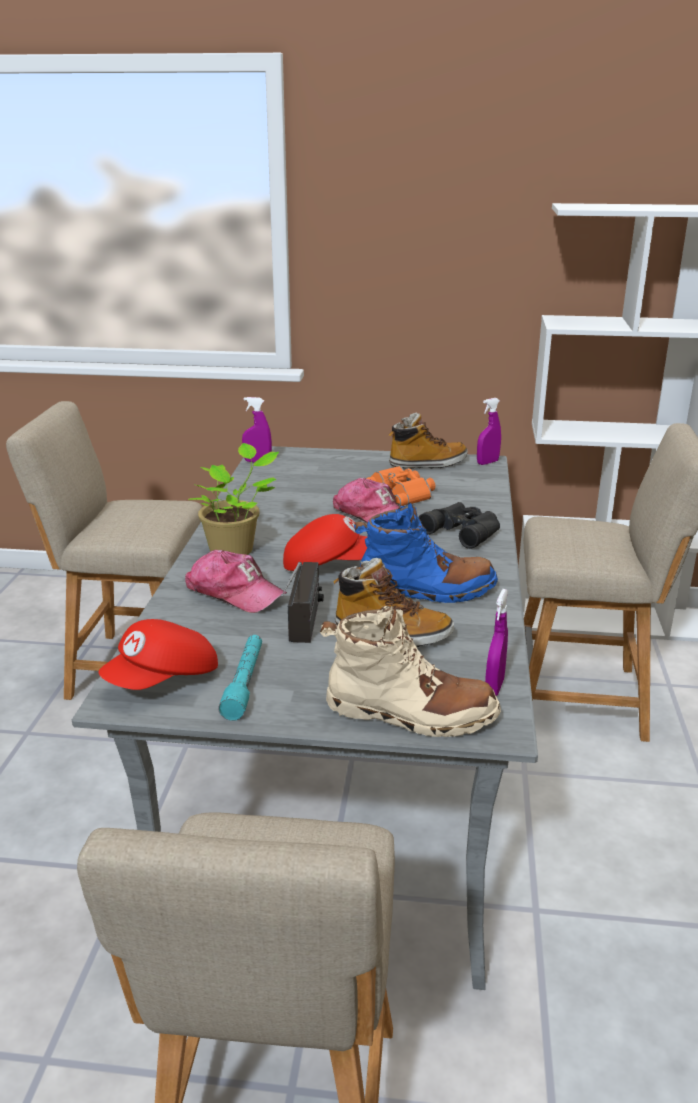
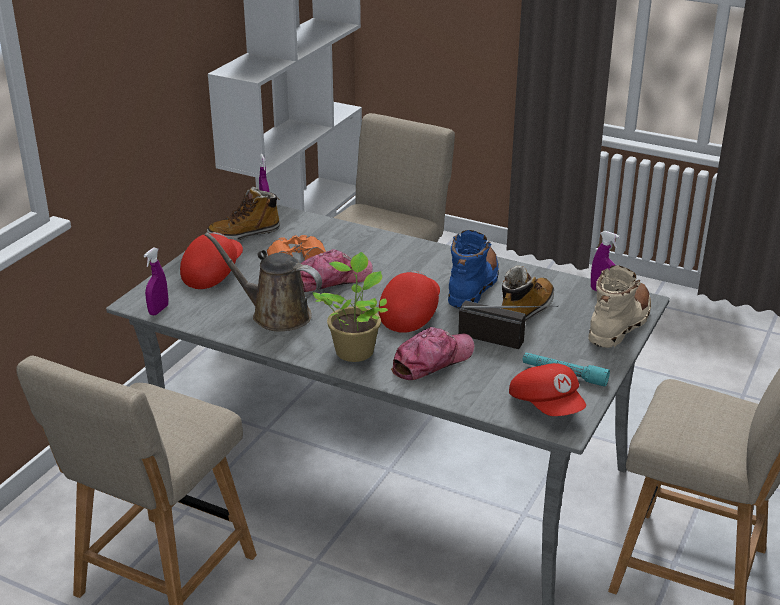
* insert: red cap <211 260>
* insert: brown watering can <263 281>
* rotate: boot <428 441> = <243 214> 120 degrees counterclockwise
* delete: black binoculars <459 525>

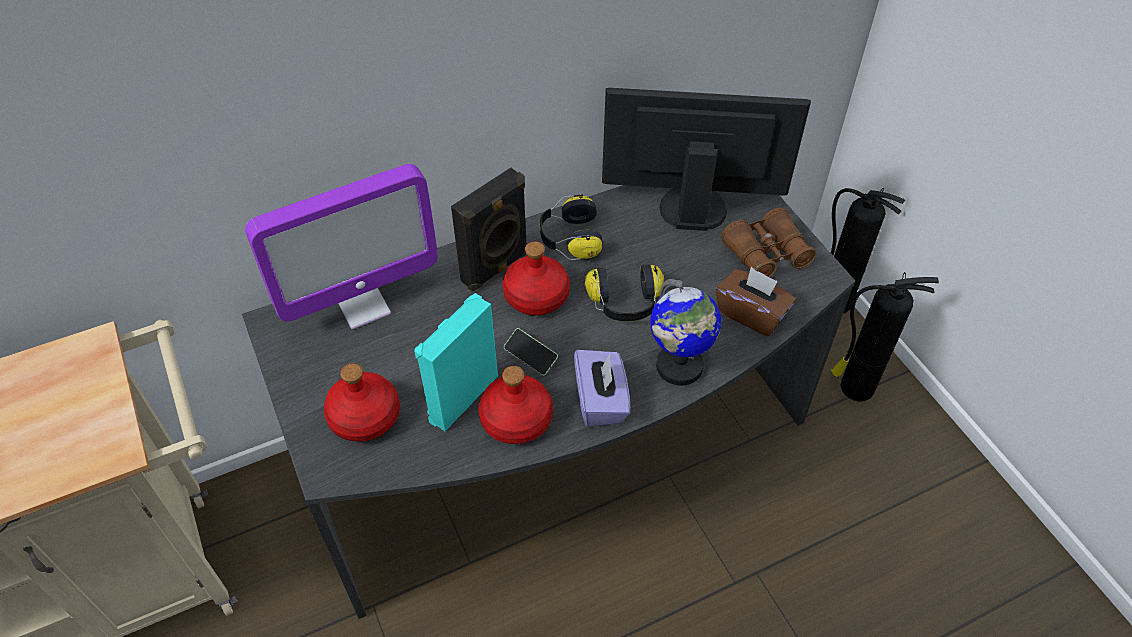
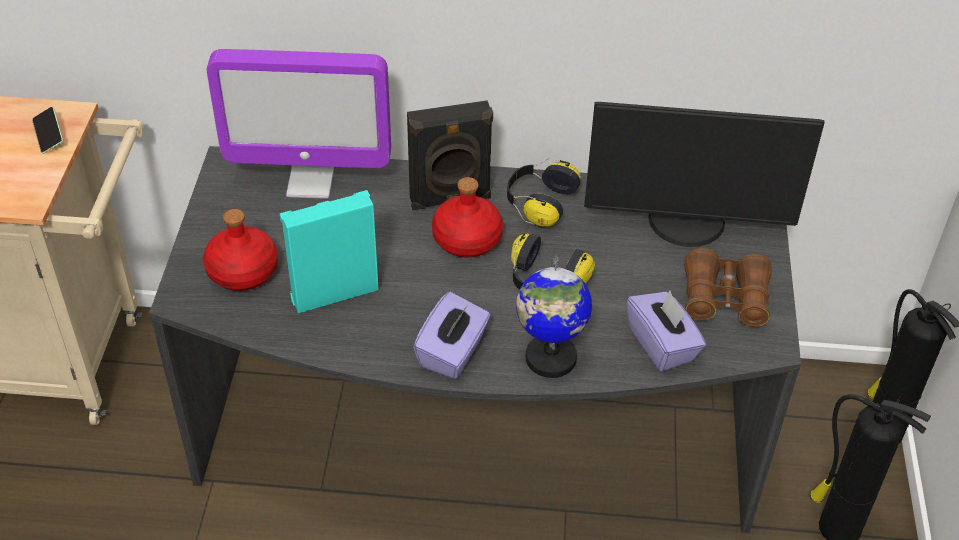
* move: phone <531 352> to <47 130>
* rotate: monitor <706 159> = <704 174> 150 degrees clockwise
* recolor: brown tissue box <756 301> to purple tissue box <666 331>
* delete: red bottle <515 405>

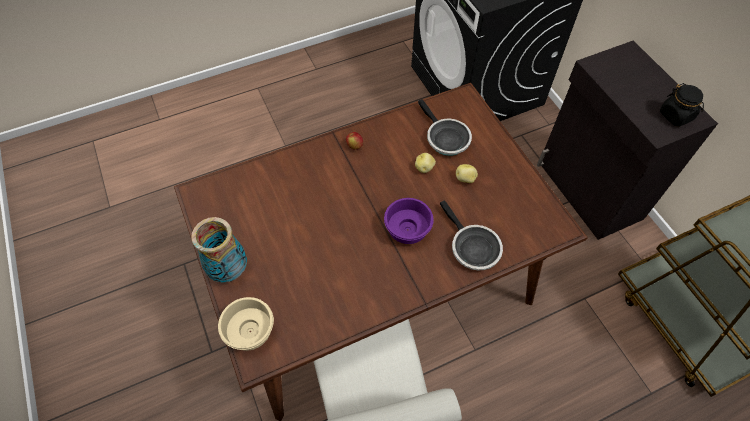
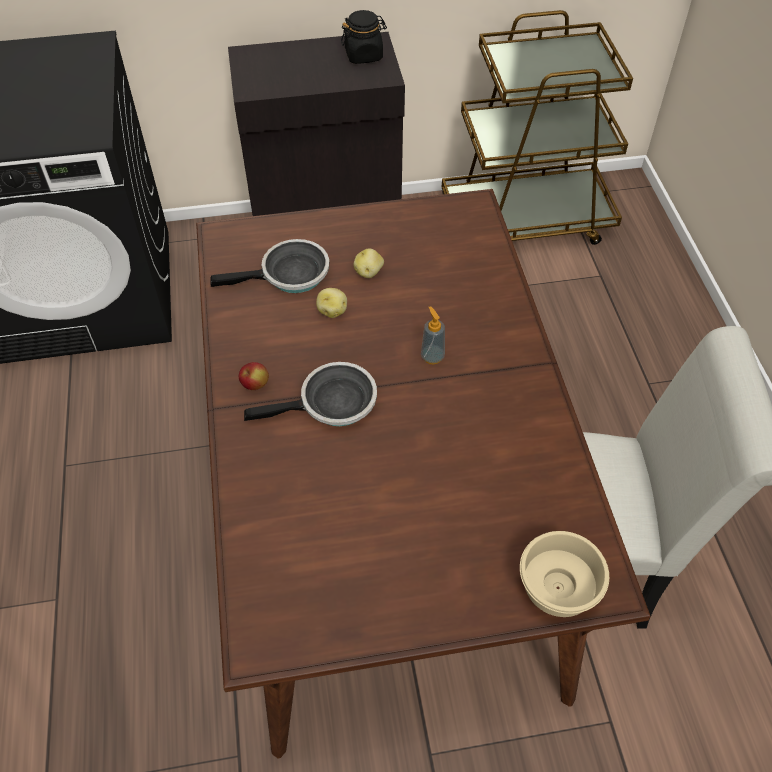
* move: frying pan <471 235> to <310 394>
* replace: purple bowl <409 221> to soap dispenser <433 335>
* delete: vase <219 249>

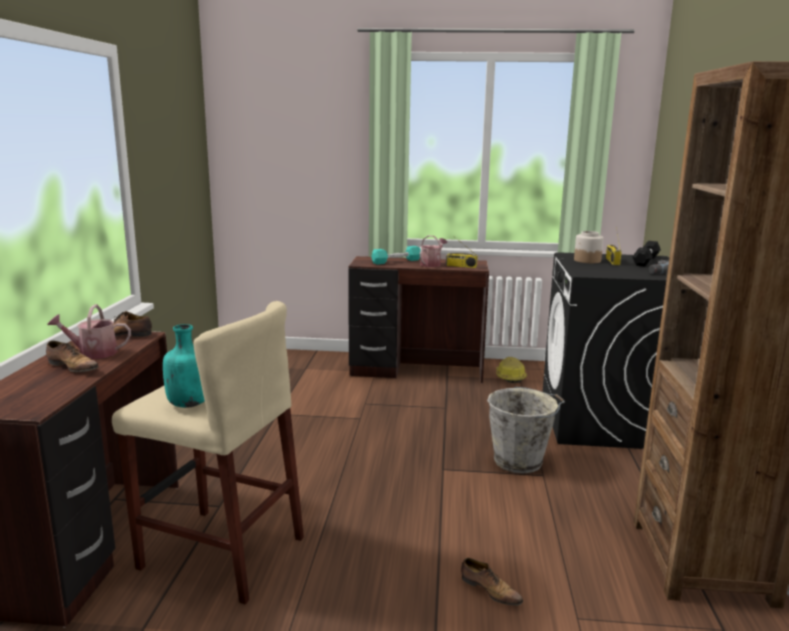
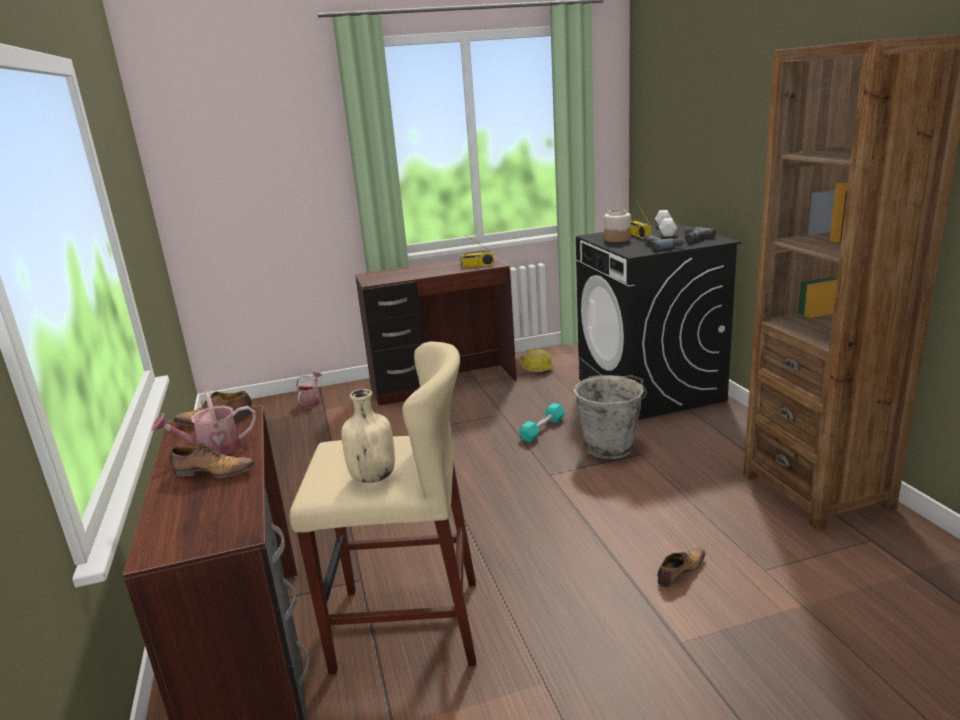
* move: watering can <433 251> to <308 390>
* recolor: turquoise bottle <184 366> to beige bottle <368 436>
* move: turquoise dumbbell <396 255> to <542 422>
* insert: power drill <664 242>
* recolor: black dumbbell <647 254> to white dumbbell <666 223>
* rotate: shoe <492 582> = <681 567> 60 degrees counterclockwise

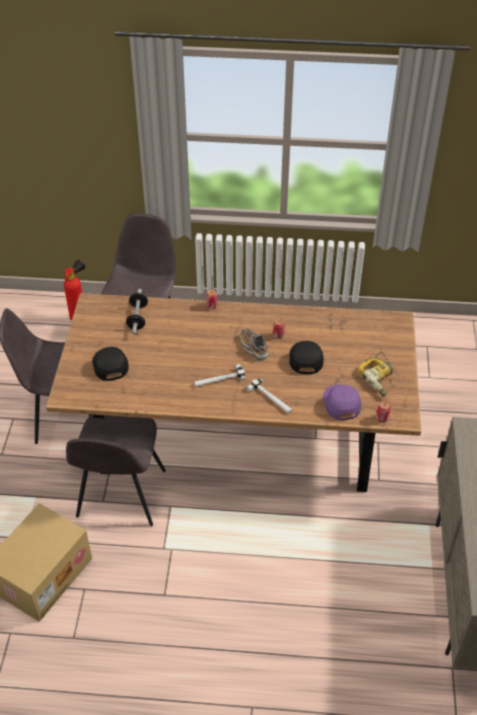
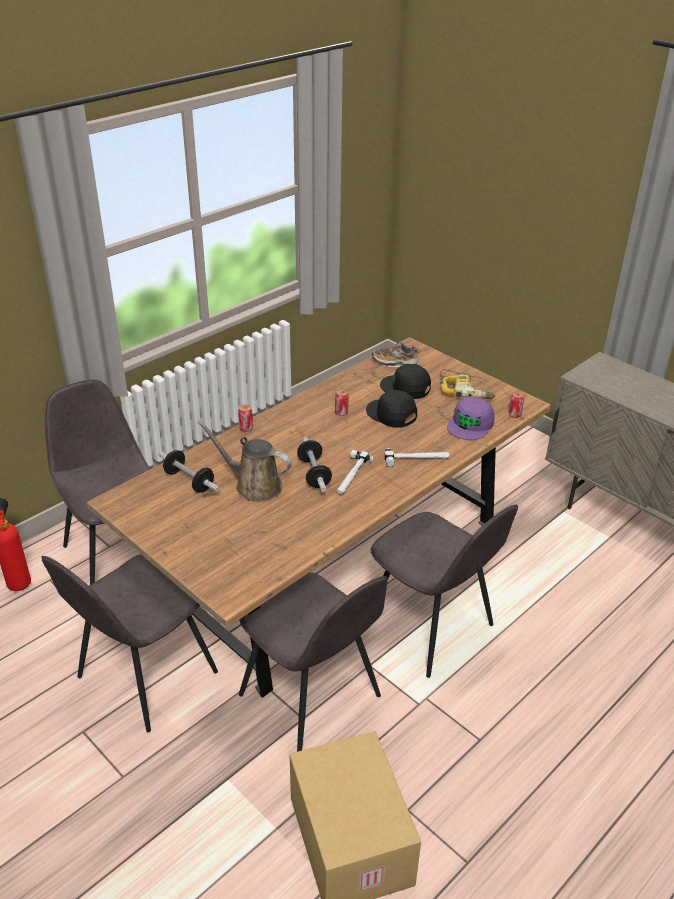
* insert: brown watering can <245 461>
* insert: dumbbell <314 464>
* insert: grey chair <444 591>
* move: shoe <254 344> to <396 354>
* move: black cap <110 364> to <405 381>
* rotate: purple cap <342 402> = <470 418> 90 degrees counterclockwise

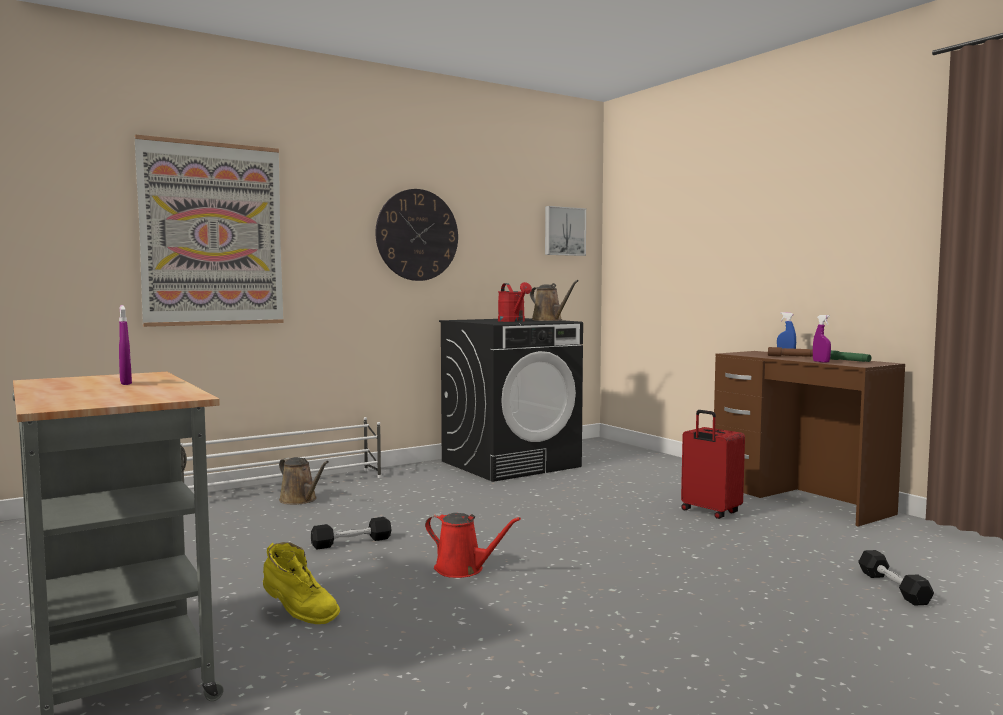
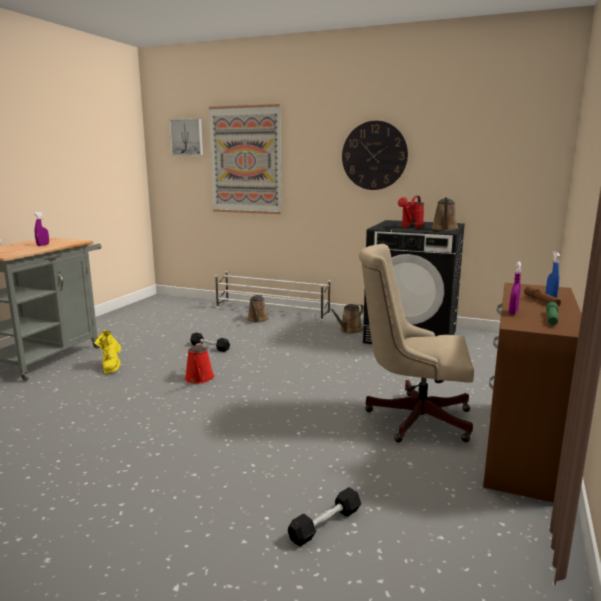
* move: picture <565 231> to <186 137>
* insert: brown watering can <346 318>
* replace: red suitcase <713 464> to beige office chair <416 343>

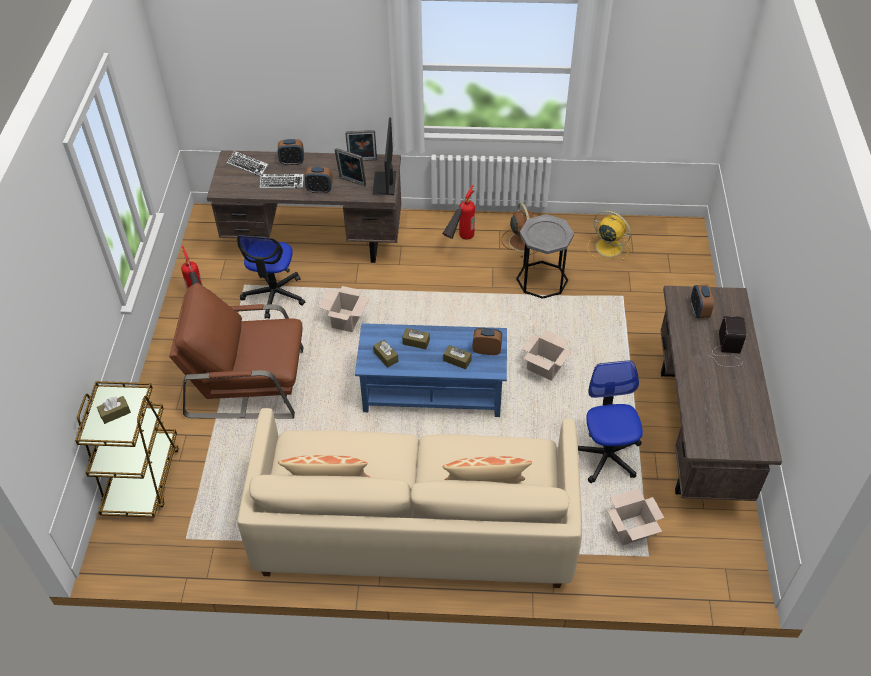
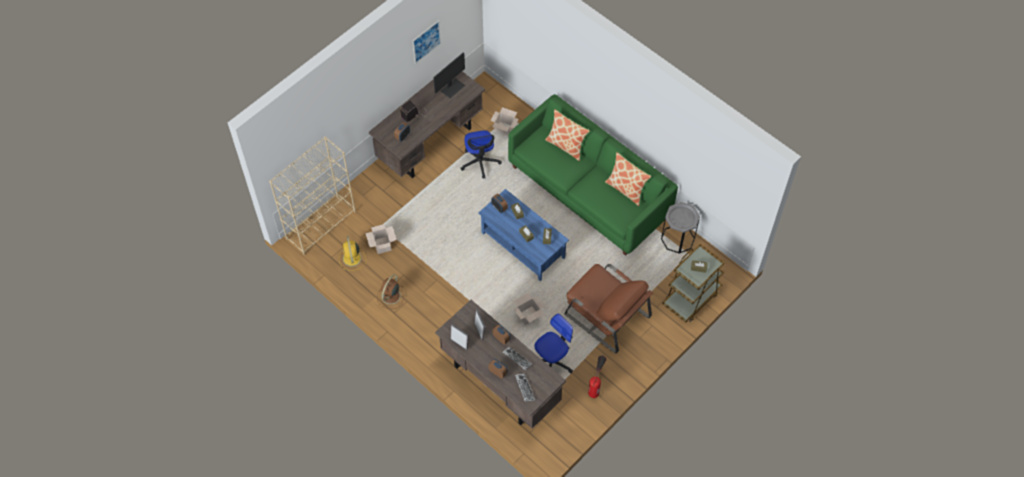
* insert: beige bookcase <312 195>
* move: cardboard box <546 355> to <380 239>
* insert: picture <427 42>
* move: monitor <384 156> to <449 75>
* rotate: office chair <610 421> = <481 154> 45 degrees counterclockwise
* recolor: beige sofa <409 498> to green sofa <593 175>
* move: grey side table <545 256> to <680 228>
* delete: fire extinguisher <458 212>

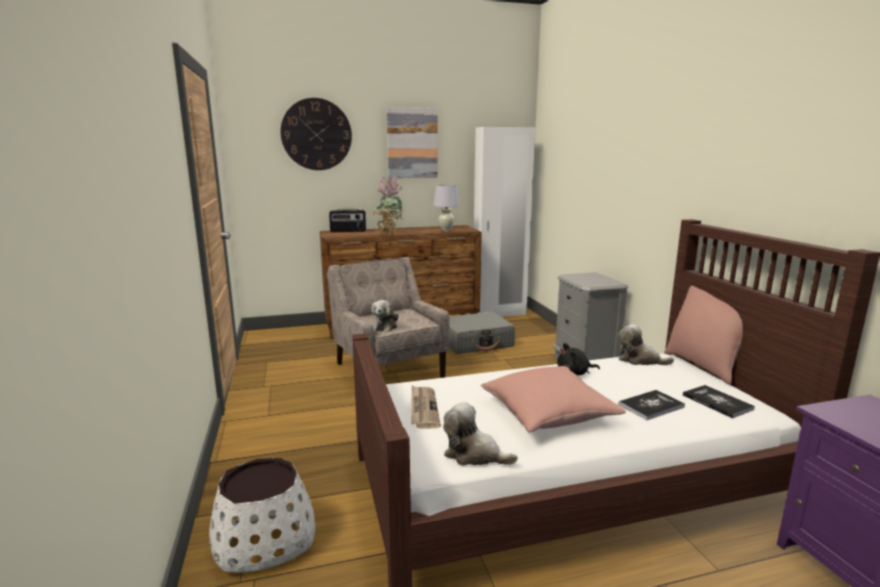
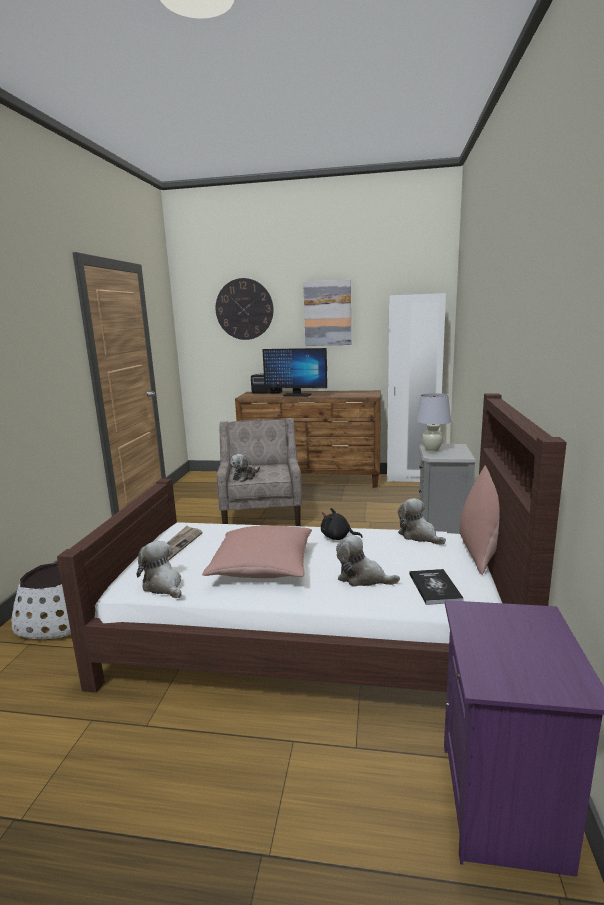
* replace: potted plant <388 205> to monitor <294 372>
* replace: book <651 405> to plush toy <368 561>
* move: white table lamp <446 207> to <433 423>
* delete: grey suitcase <482 333>

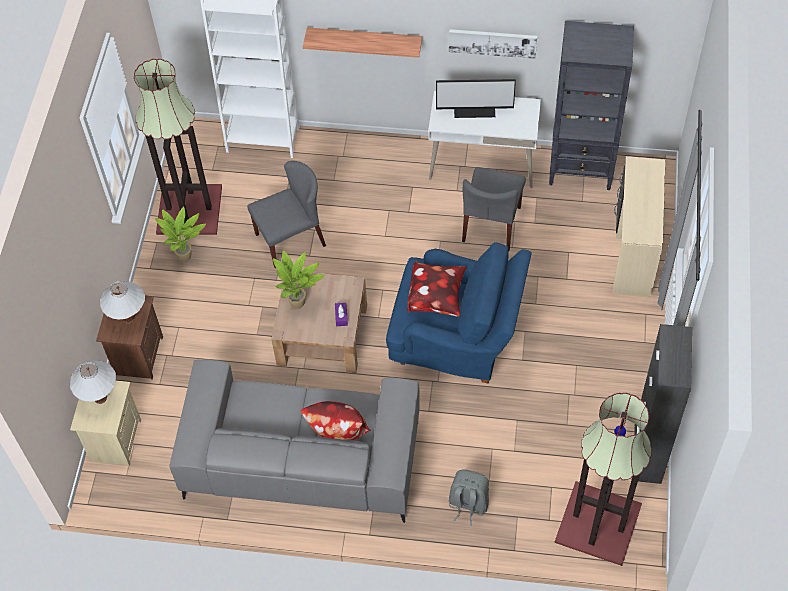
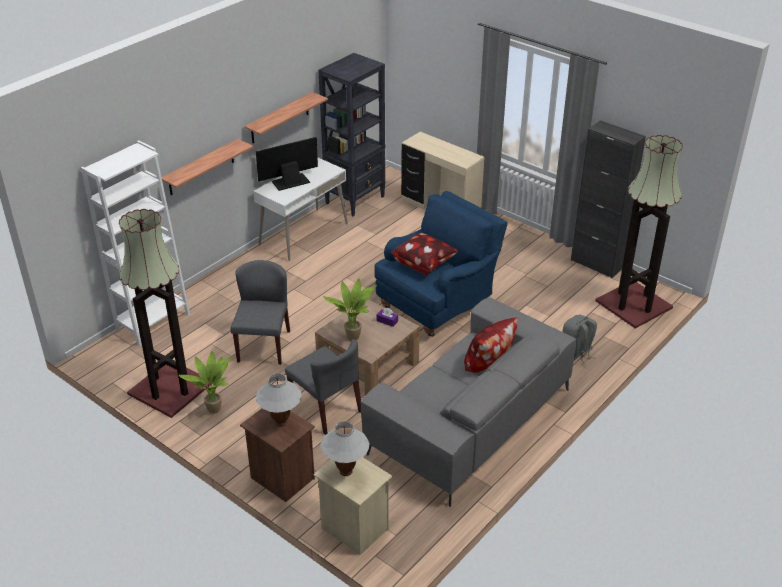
* replace: picture <493 44> to shelf <286 117>
* rotate: monitor <476 98> = <287 164> 150 degrees counterclockwise
* move: grey chair <494 209> to <323 387>

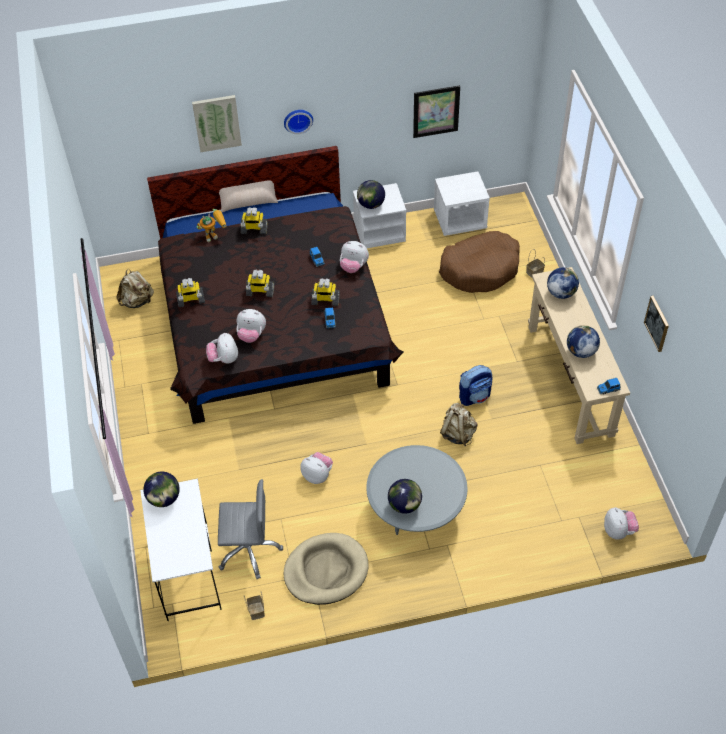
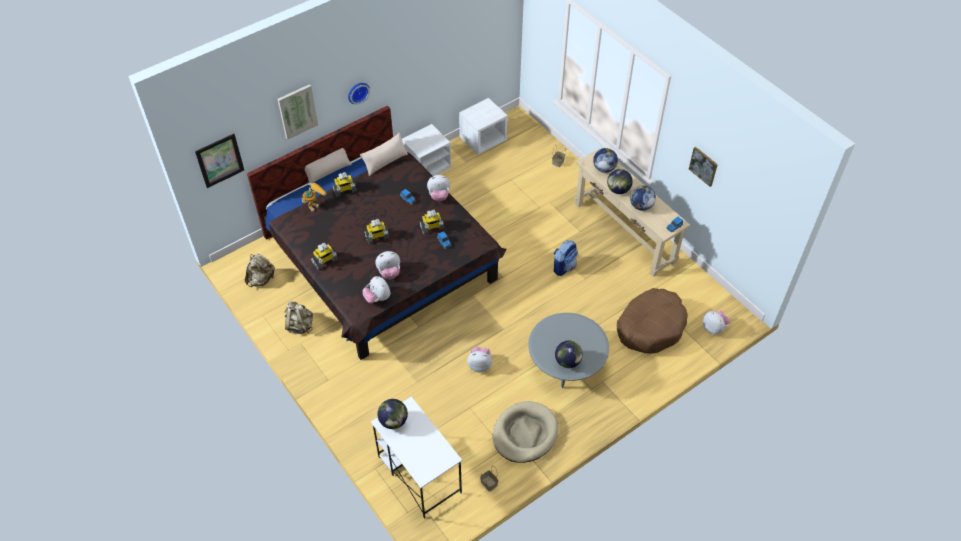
* move: picture <436 111> to <219 161>
* move: beige backpack <458 424> to <299 317>
* insert: beige pillow <384 154>
* move: globe <371 194> to <620 181>
* move: brown dog bed <479 262> to <652 321>
* delete: grey office chair <250 529>

